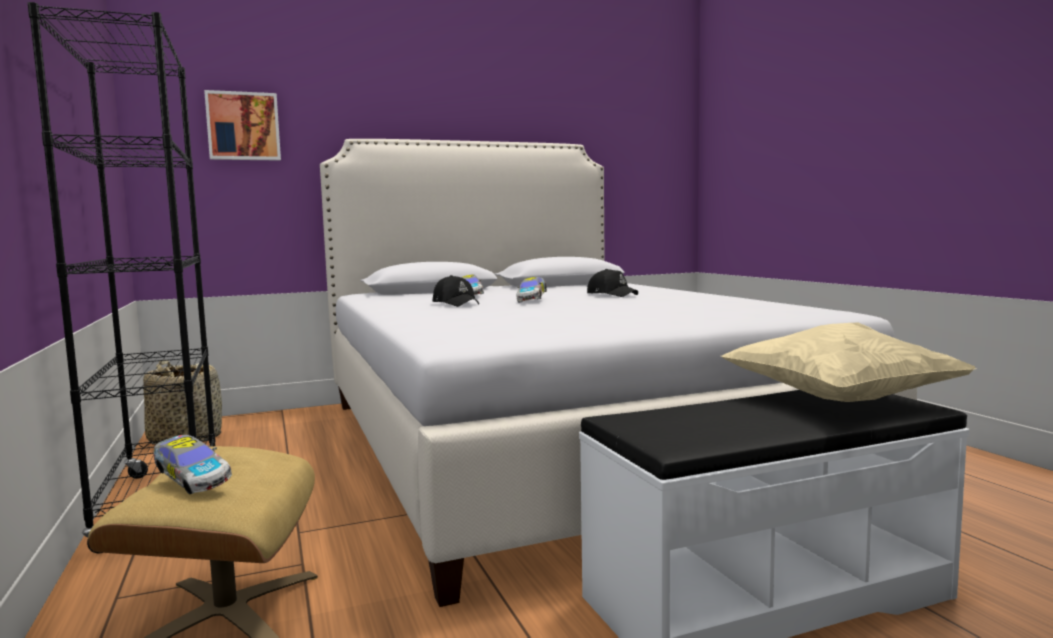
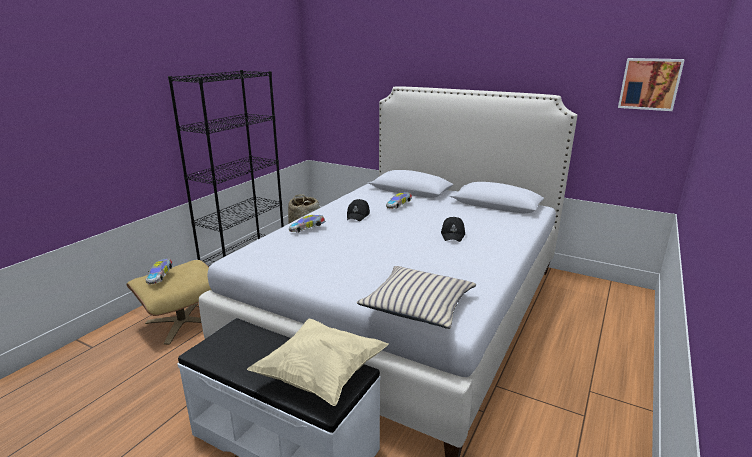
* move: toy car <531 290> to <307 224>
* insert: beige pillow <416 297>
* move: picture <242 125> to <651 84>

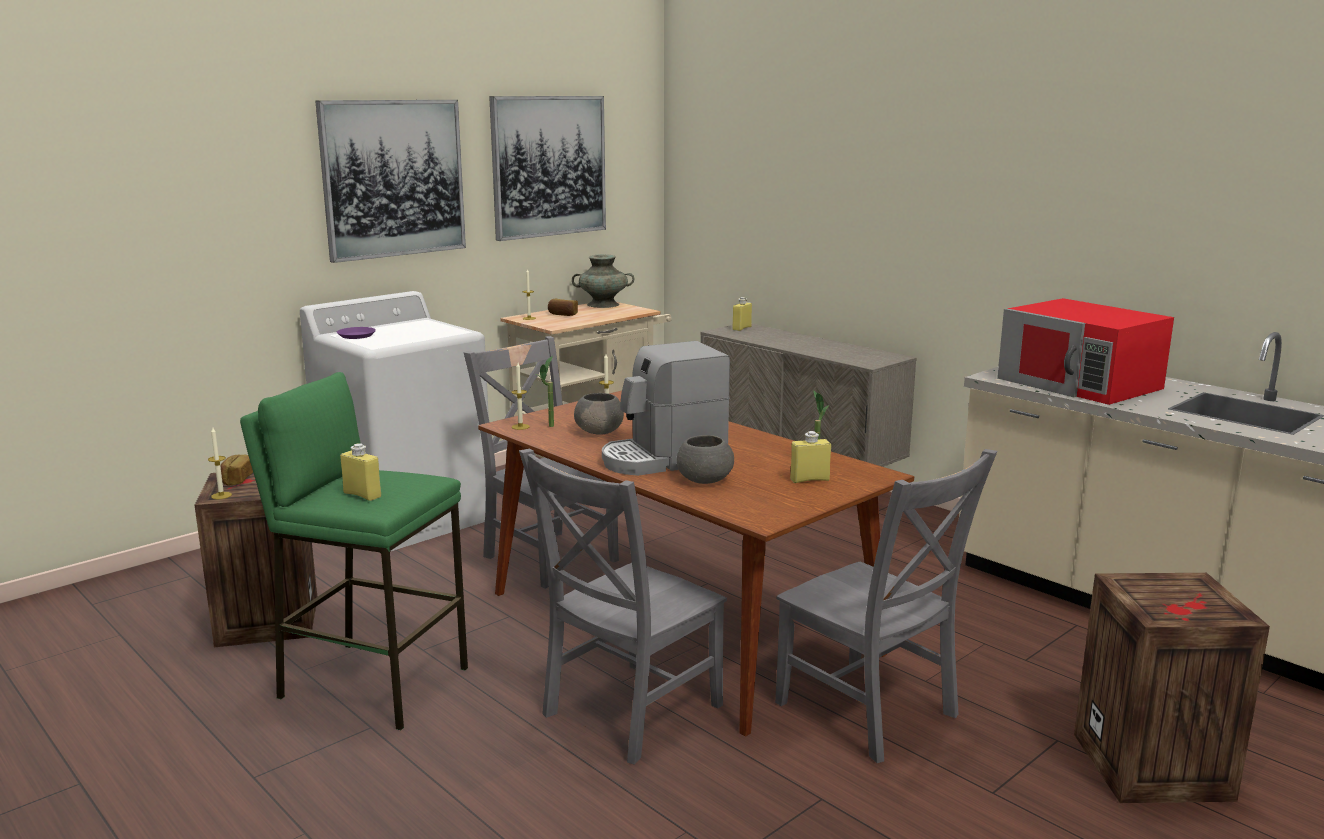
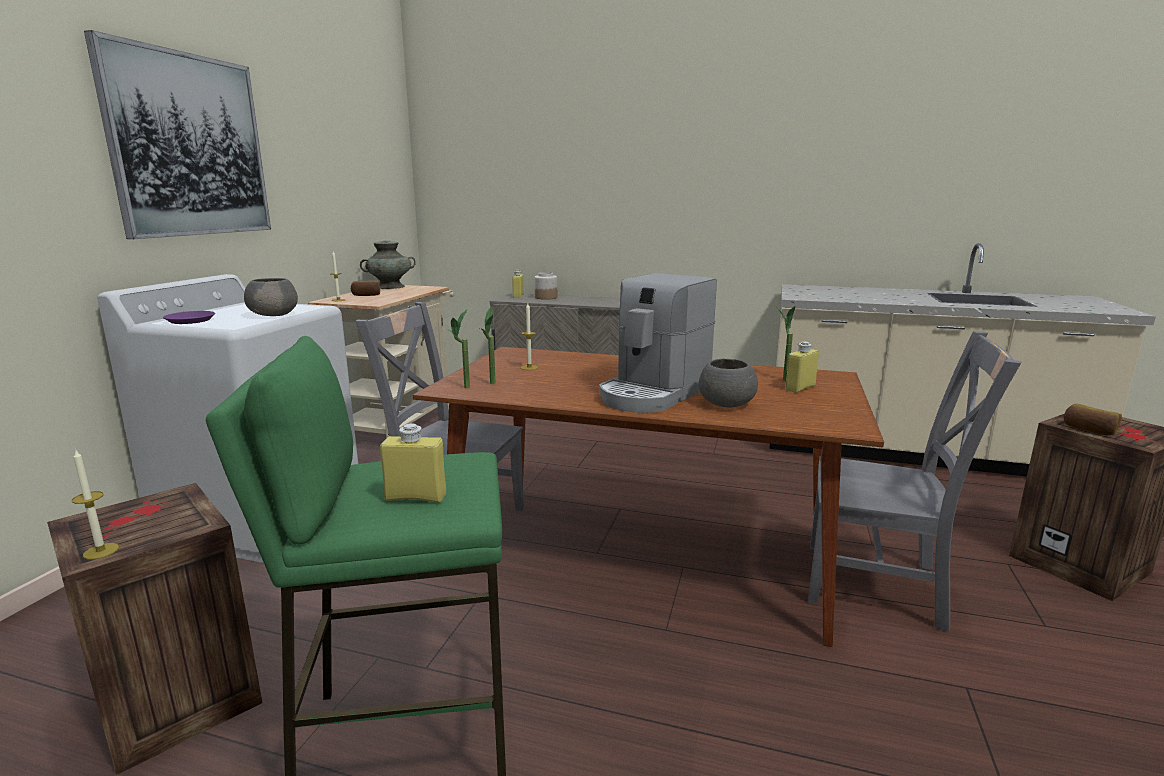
* move: grey bowl <599 414> to <271 297>
* replace: candle <520 396> to potted plant <458 349>
* insert: jar <546 286>
* move: bread <236 469> to <1092 420>
* delete: picture <547 168>
* delete: grey chair <623 607>
* delete: red microwave <1085 351>

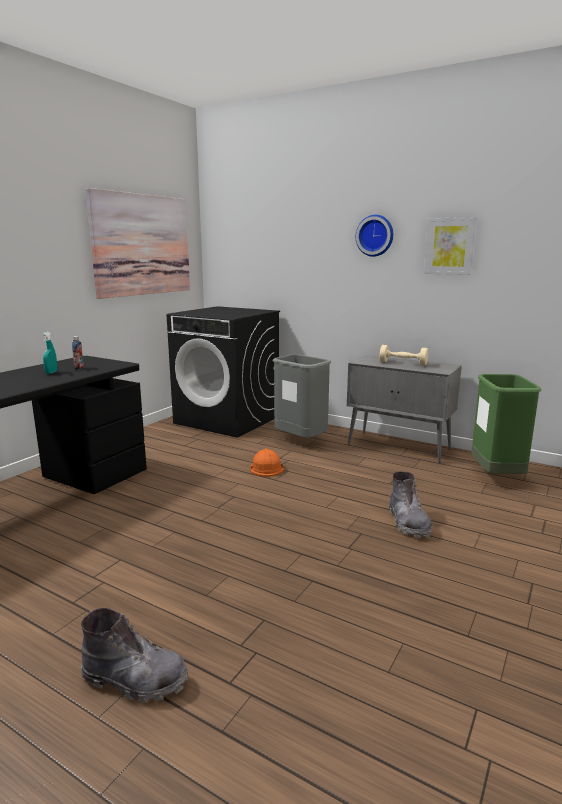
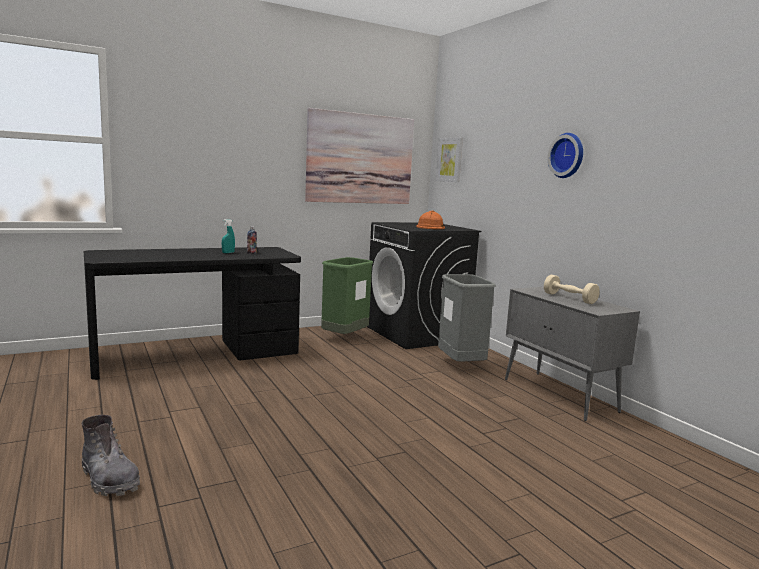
* move: green trash can <506 424> to <347 295>
* move: orange hard hat <267 462> to <430 220>
* move: picture <451 246> to <449 159>
* delete: grey boot <410 504>

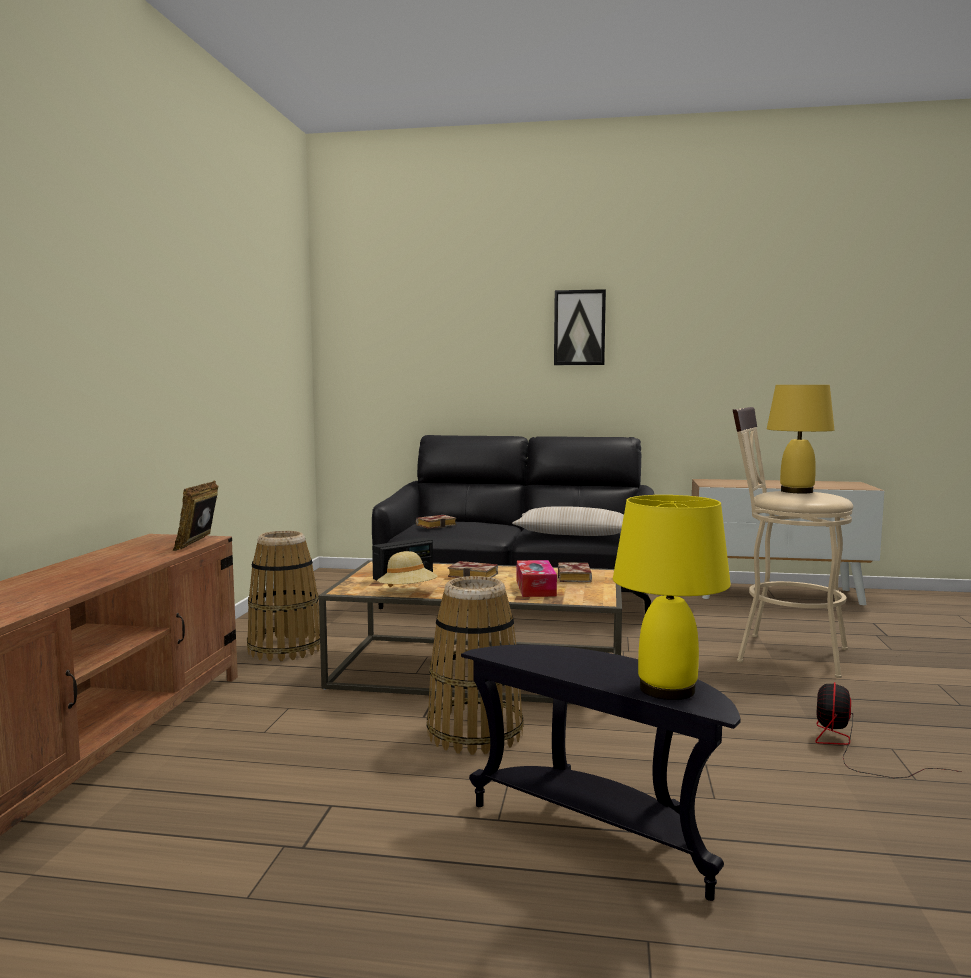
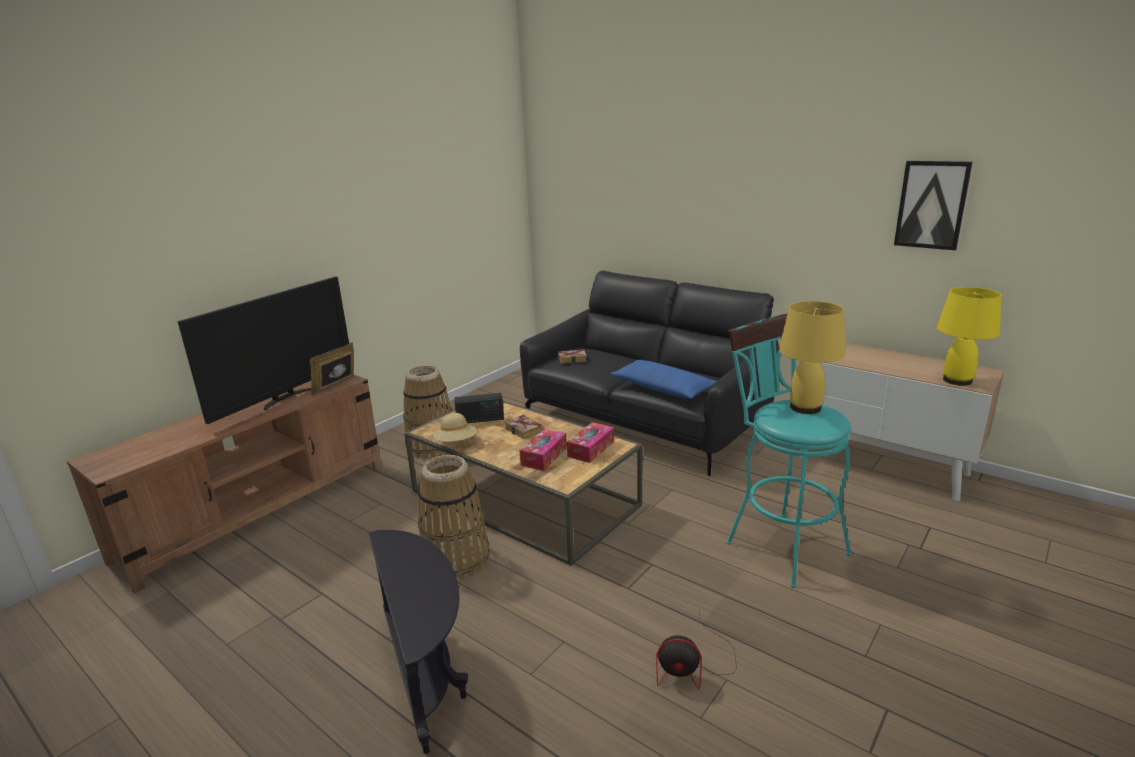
* insert: television <263 350>
* replace: book <575 572> to tissue box <590 442>
* recolor: beige pillow <568 521> to blue pillow <663 379>
* rotate: fan <888 730> = <696 650> 135 degrees counterclockwise
* recolor: beige stool <793 542> to turquoise stool <789 450>
* move: picture <580 327> to <933 205>
* move: yellow table lamp <672 597> to <968 336>

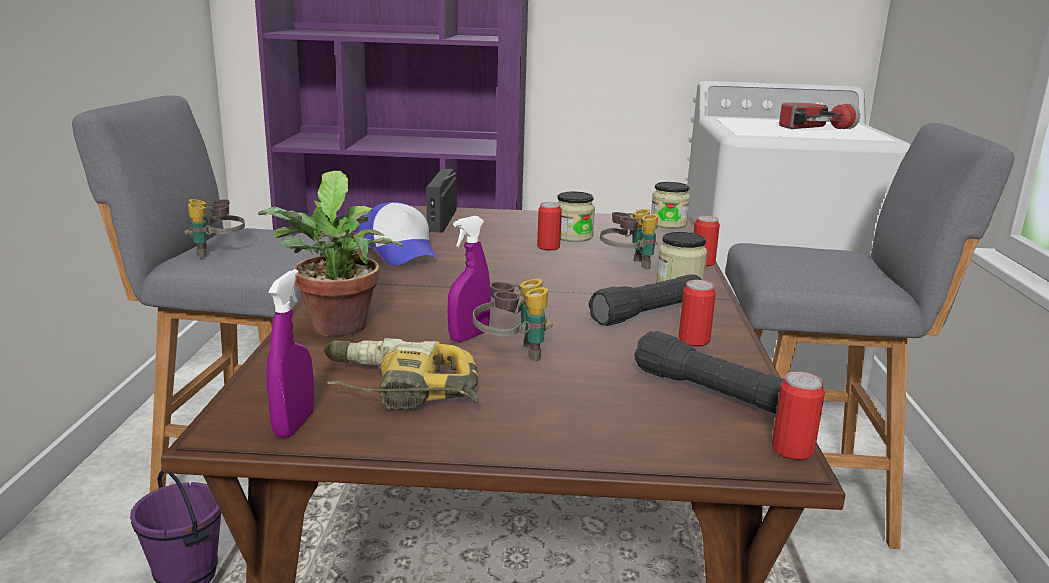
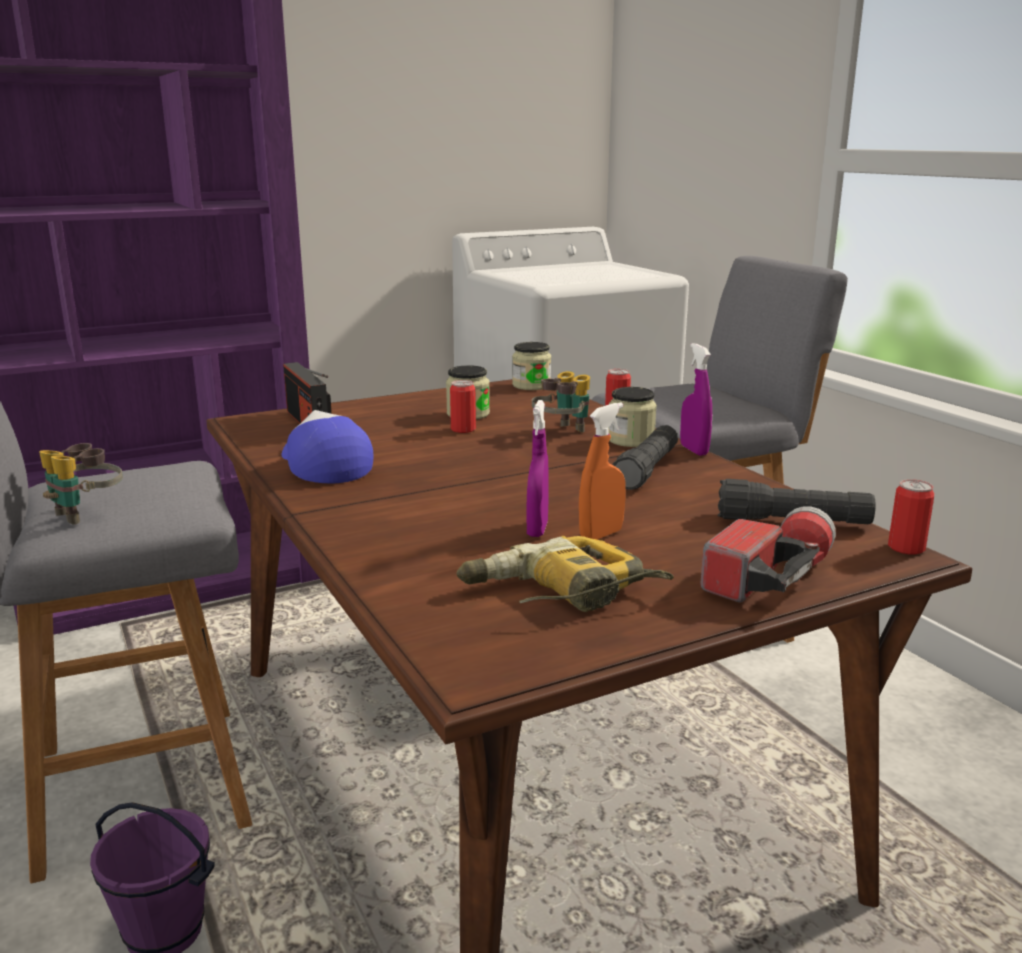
* rotate: cap <398 234> = <327 446> 150 degrees counterclockwise
* replace: binoculars <513 320> to orange spray bottle <602 471>
* move: purple spray bottle <290 353> to <696 399>
* move: flashlight <819 115> to <768 554>
* delete: potted plant <331 253>
* delete: can <697 313>

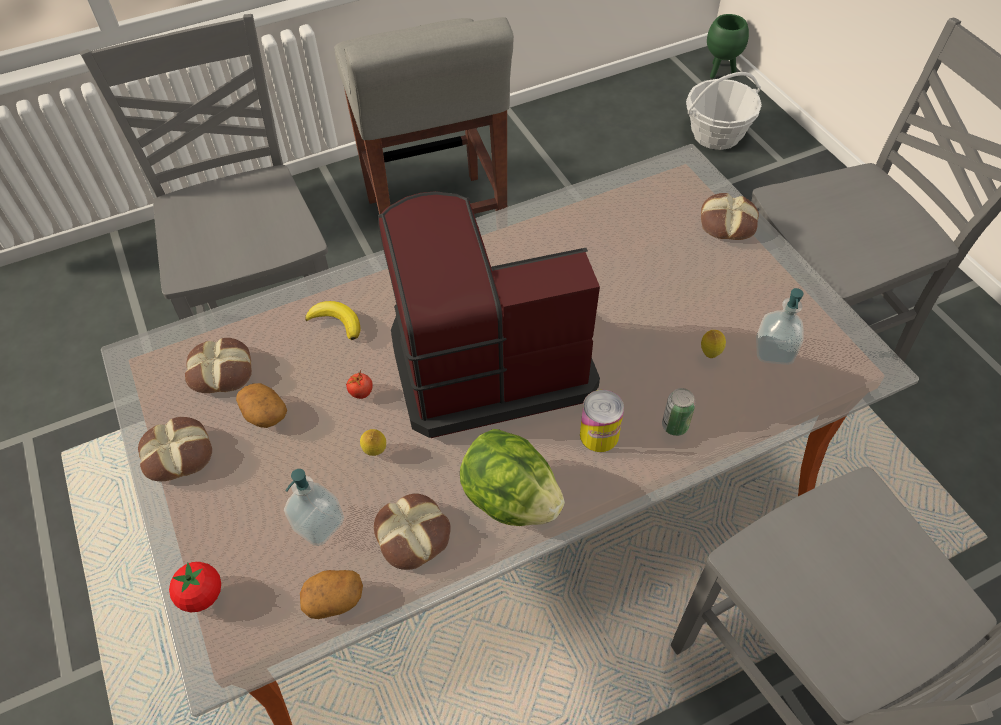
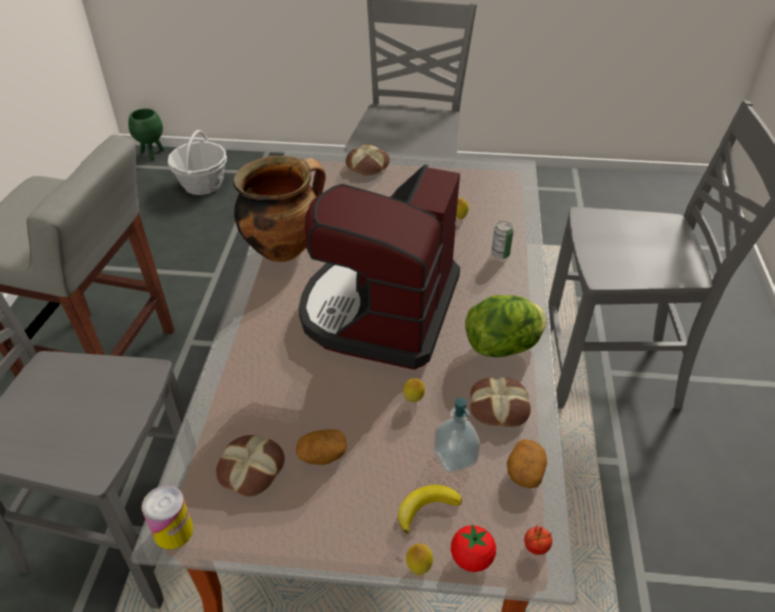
* move: can <602 421> to <167 517>
* insert: cooking pot <280 209>
* move: banana <332 320> to <430 509>
* insert: lemon <419 559>
* move: tomato <359 385> to <538 540>
* delete: bread <175 449>
* delete: soap dispenser <780 326>

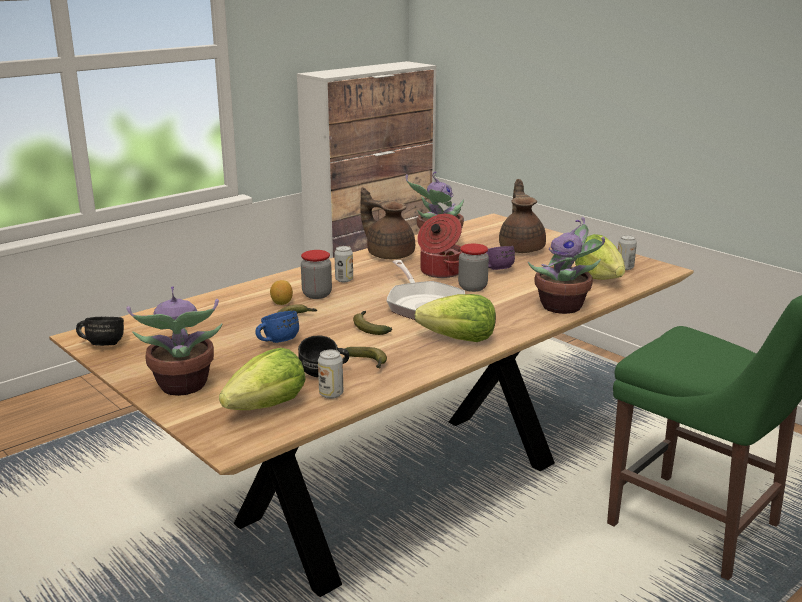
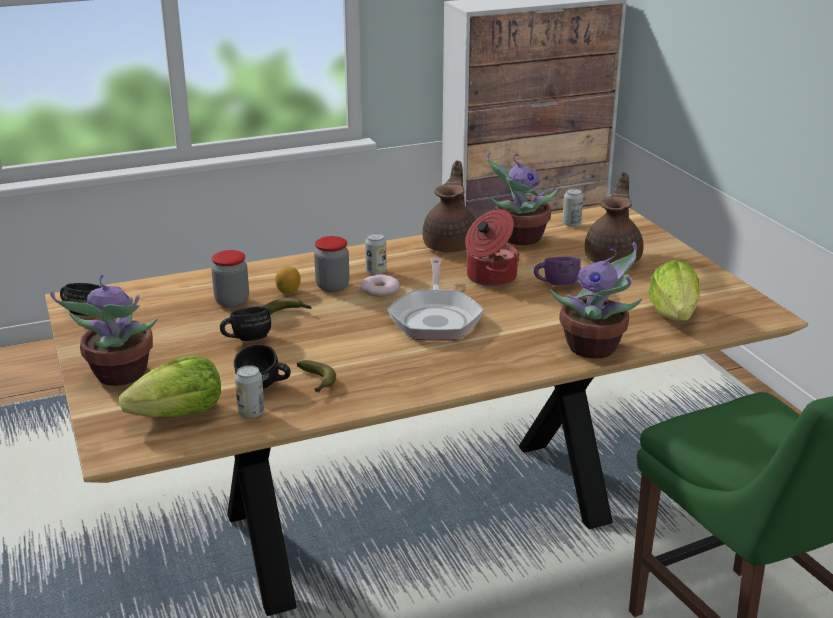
* move: jar <473 268> to <230 279>
* recolor: blue mug <277 326> to black mug <245 323>
* insert: donut <380 286>
* rotate: brown teapot <387 223> = <449 206> 45 degrees clockwise
* move: can <627 252> to <572 208>
* delete: banana <372 323>
* delete: lettuce <455 318>

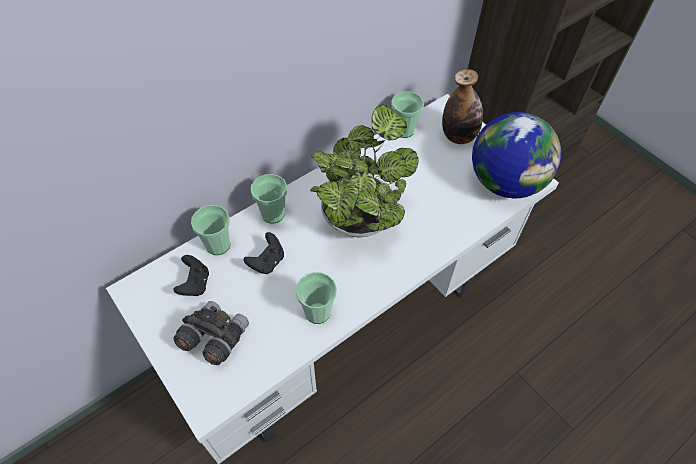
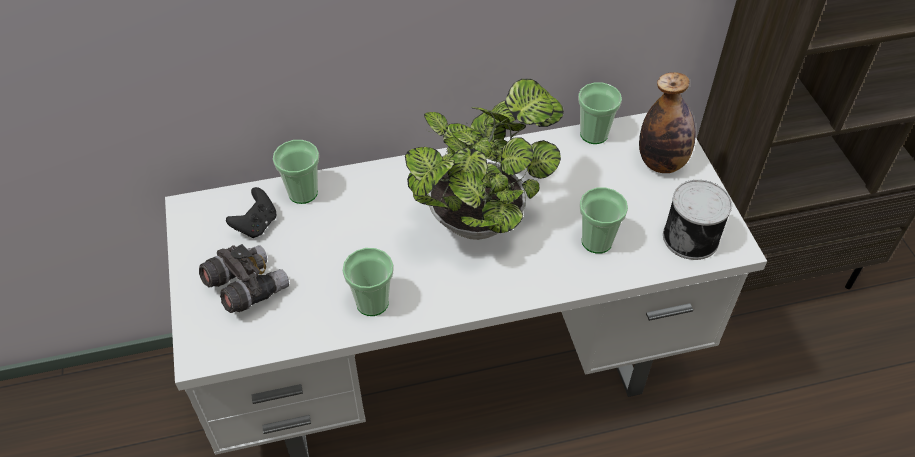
* move: cup <269 199> to <603 220>
* replace: globe <516 155> to can <697 220>
* delete: black game controller <264 253>

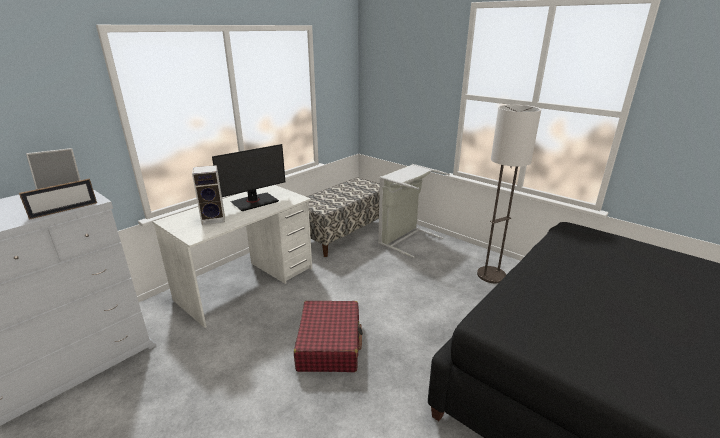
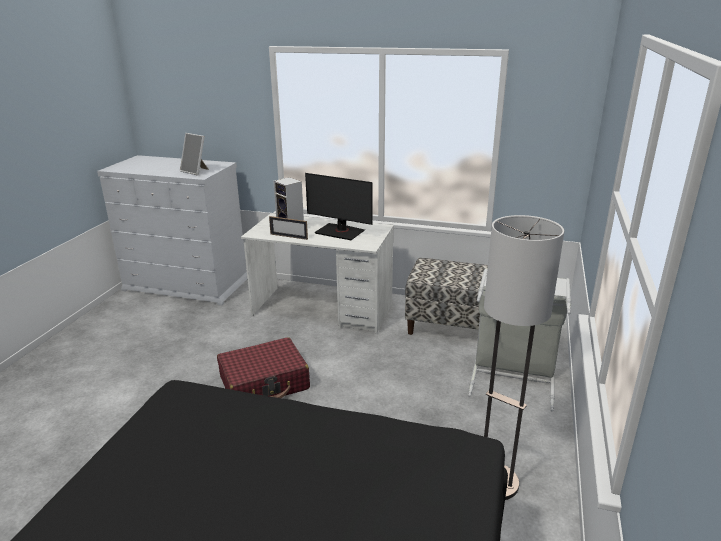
* move: picture frame <58 199> to <288 228>

